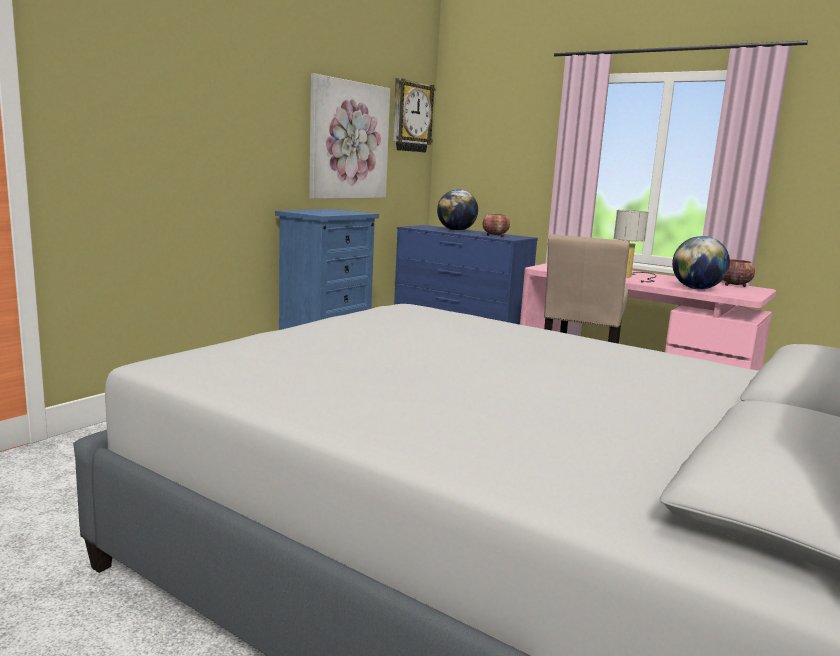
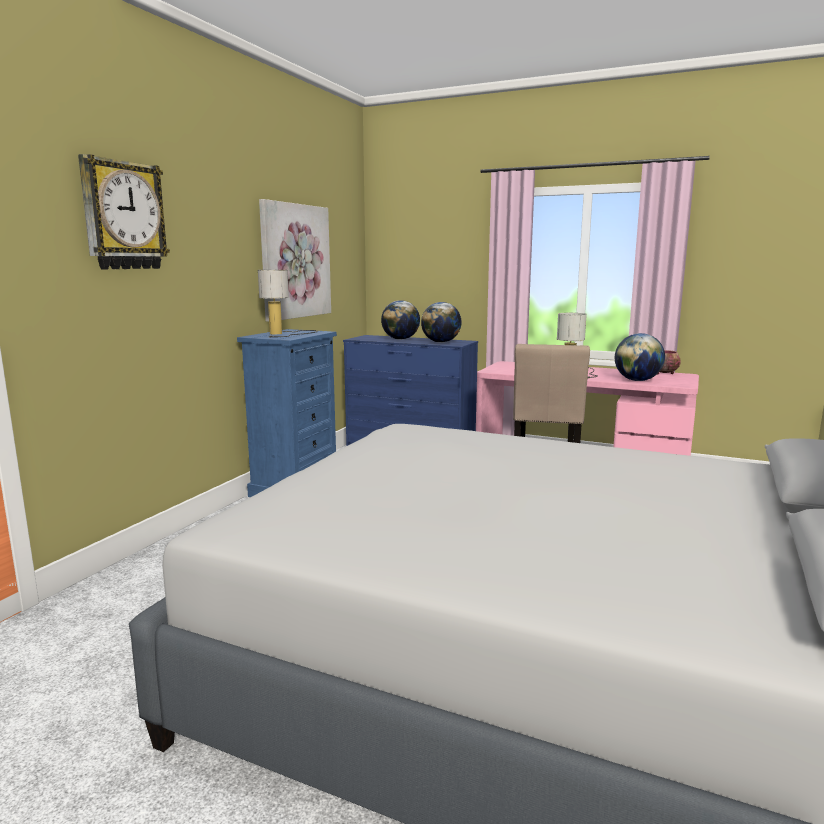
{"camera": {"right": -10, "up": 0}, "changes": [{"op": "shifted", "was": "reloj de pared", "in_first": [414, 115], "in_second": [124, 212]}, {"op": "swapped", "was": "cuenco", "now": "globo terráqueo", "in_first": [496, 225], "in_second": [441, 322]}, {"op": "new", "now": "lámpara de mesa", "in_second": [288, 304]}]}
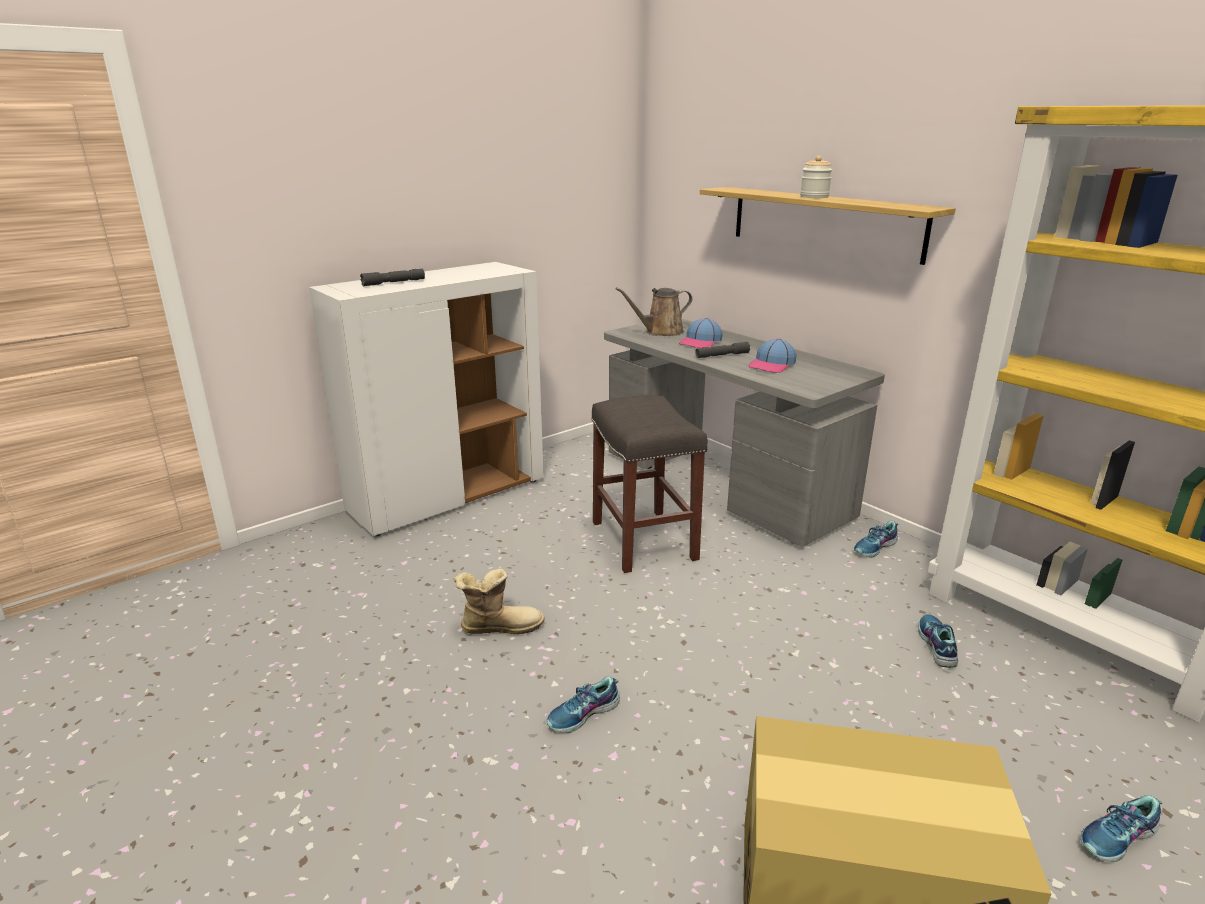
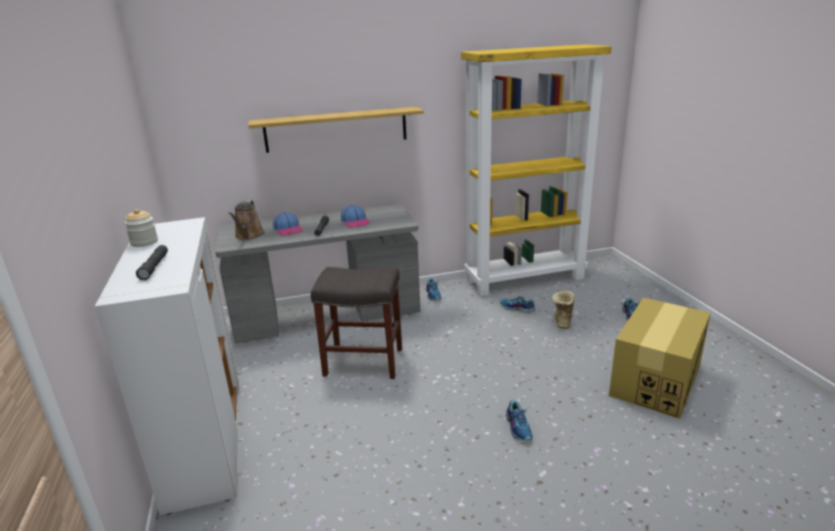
{"camera": {"right": -65, "up": 0}, "changes": [{"op": "shifted", "was": "tarro", "in_first": [816, 177], "in_second": [141, 228]}, {"op": "shifted", "was": "bota", "in_first": [499, 601], "in_second": [563, 310]}]}
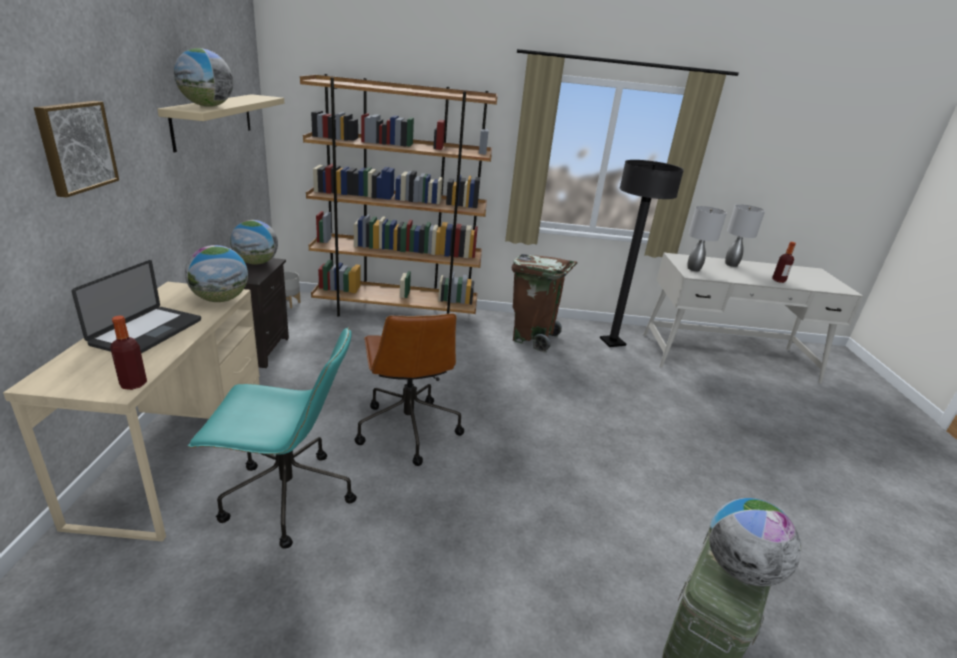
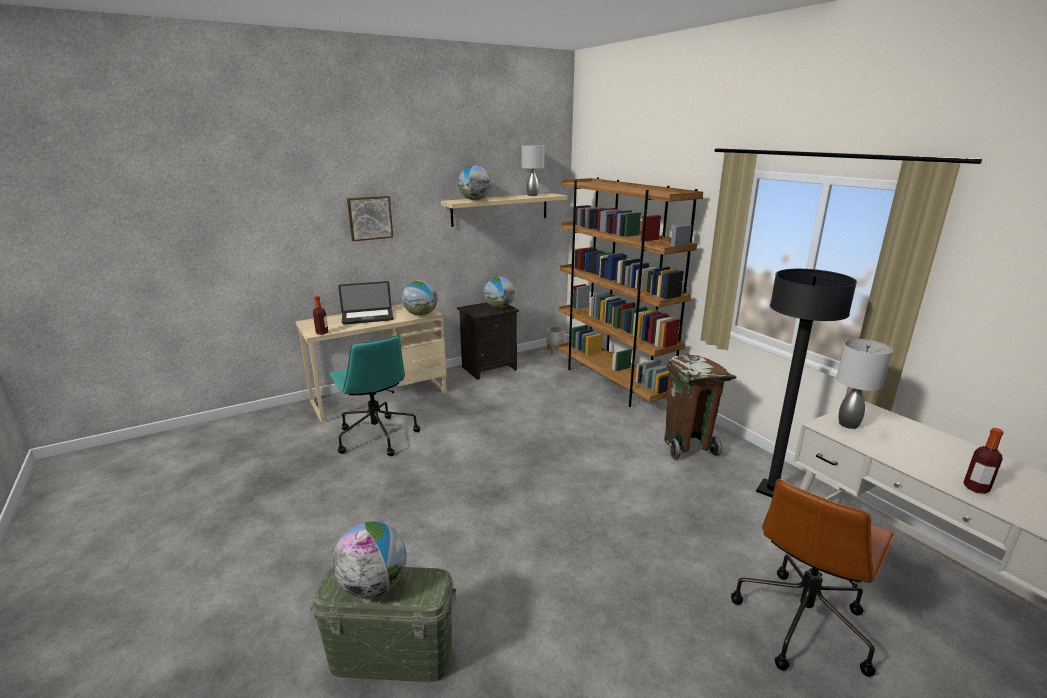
{"camera": {"right": 60, "up": -5}, "changes": [{"op": "shifted", "was": "lámpara de mesa/gris", "in_first": [745, 235], "in_second": [533, 170]}, {"op": "shifted", "was": "silla de oficina/marrón", "in_first": [409, 389], "in_second": [813, 578]}]}
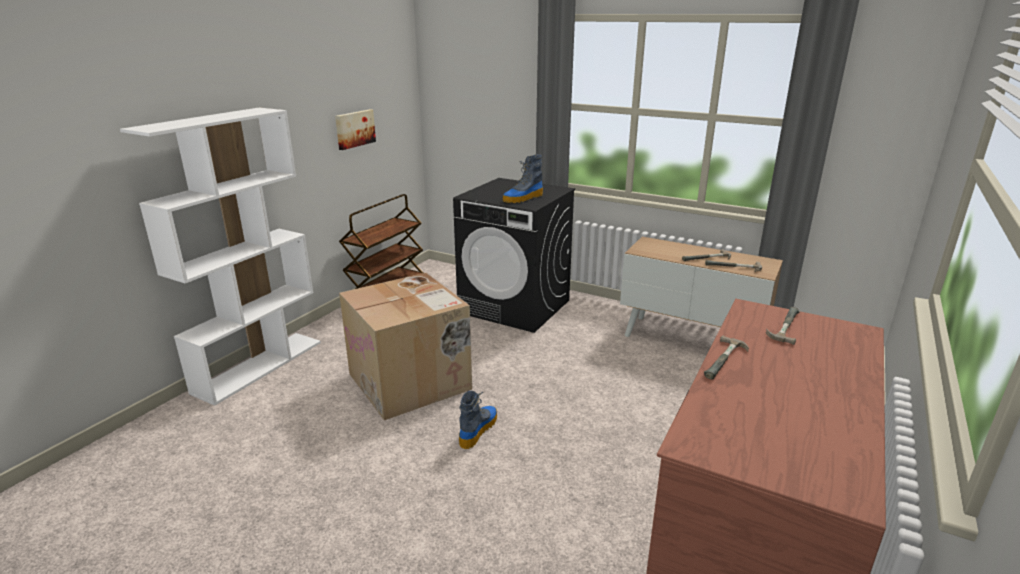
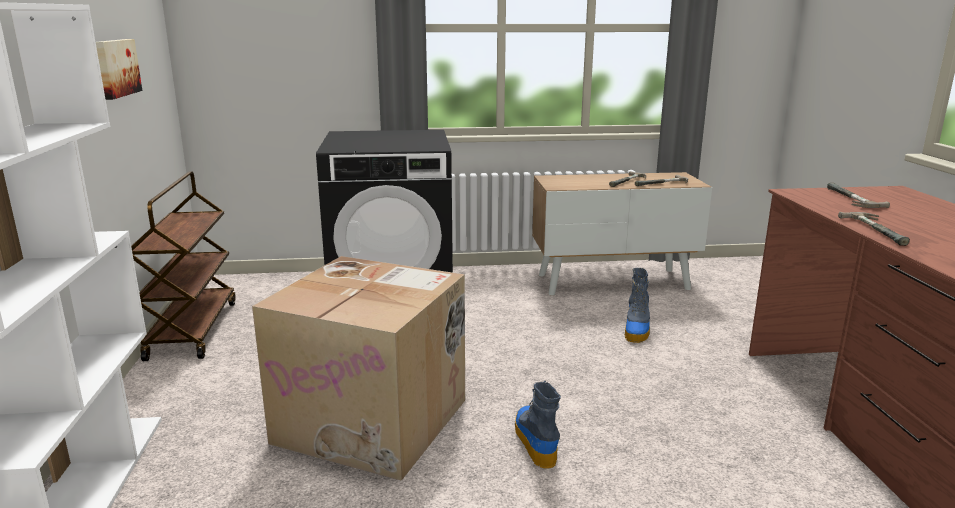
{"camera": {"right": -35, "up": -5}, "changes": [{"op": "shifted", "was": "bota", "in_first": [523, 178], "in_second": [637, 305]}]}
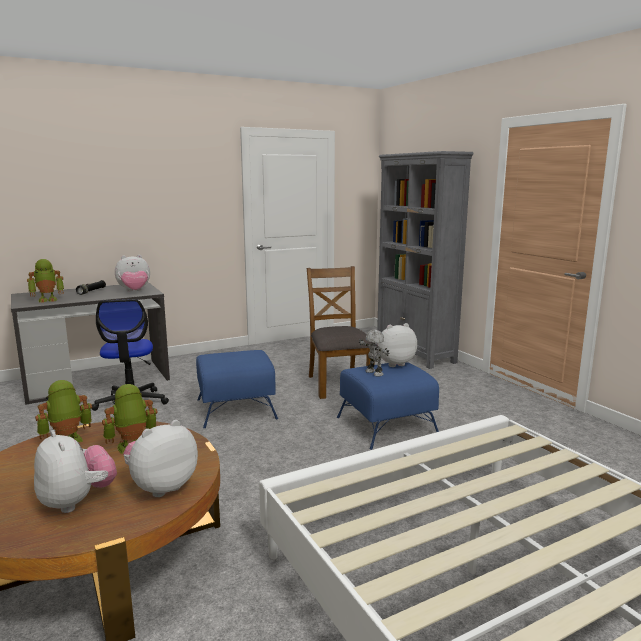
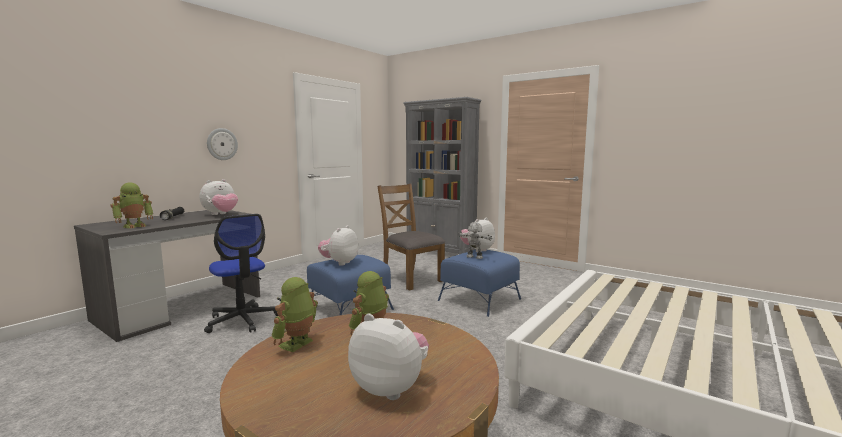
{"camera": {"right": -25, "up": -5}, "changes": [{"op": "shifted", "was": "peluche", "in_first": [160, 458], "in_second": [338, 245]}, {"op": "new", "now": "reloj de pared", "in_second": [222, 144]}]}
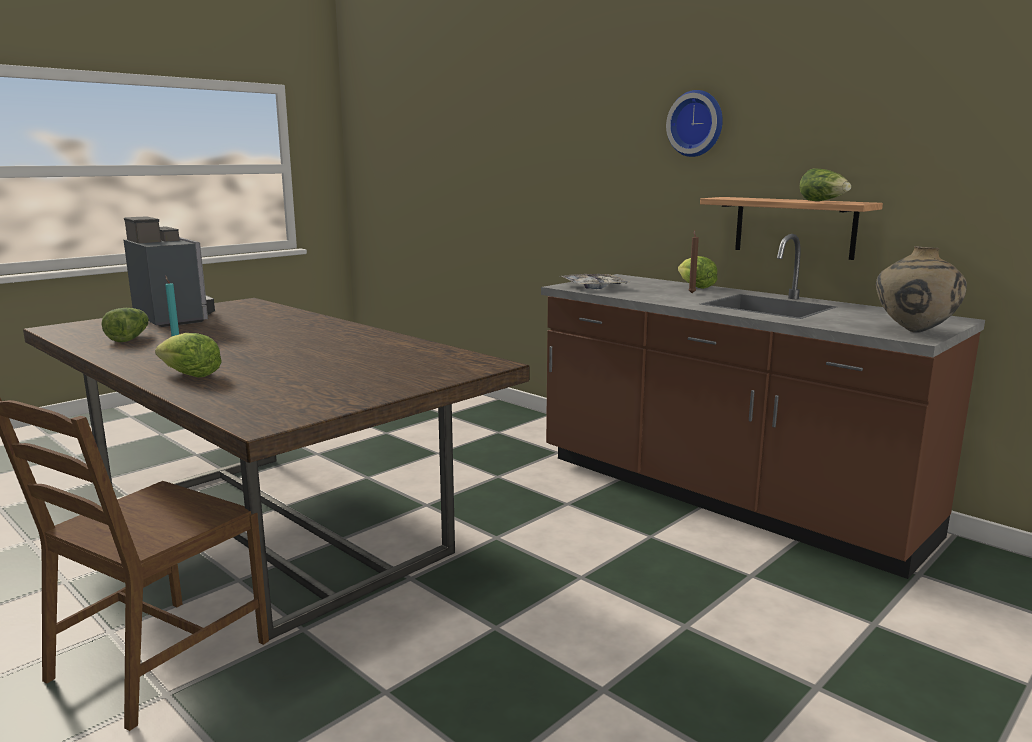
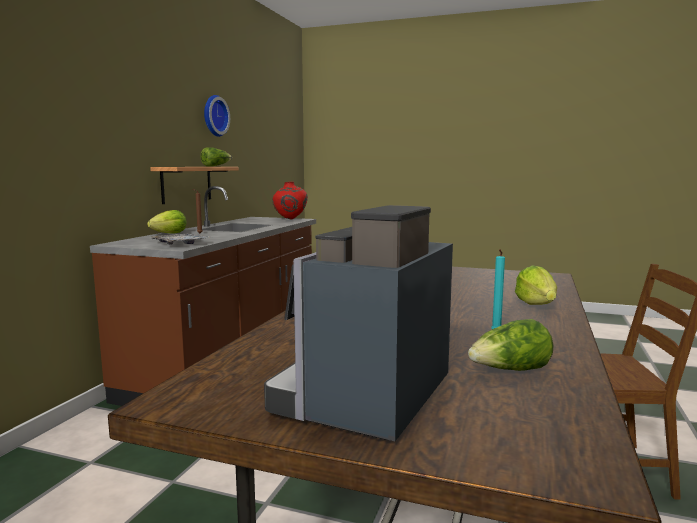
{"camera": {"right": -115, "up": -5}, "changes": [{"op": "shifted", "was": "reloj de pared", "in_first": [694, 123], "in_second": [217, 116]}, {"op": "repainted", "was": "florero/beis", "now": "florero/rojo", "in_first": [921, 289], "in_second": [290, 200]}]}
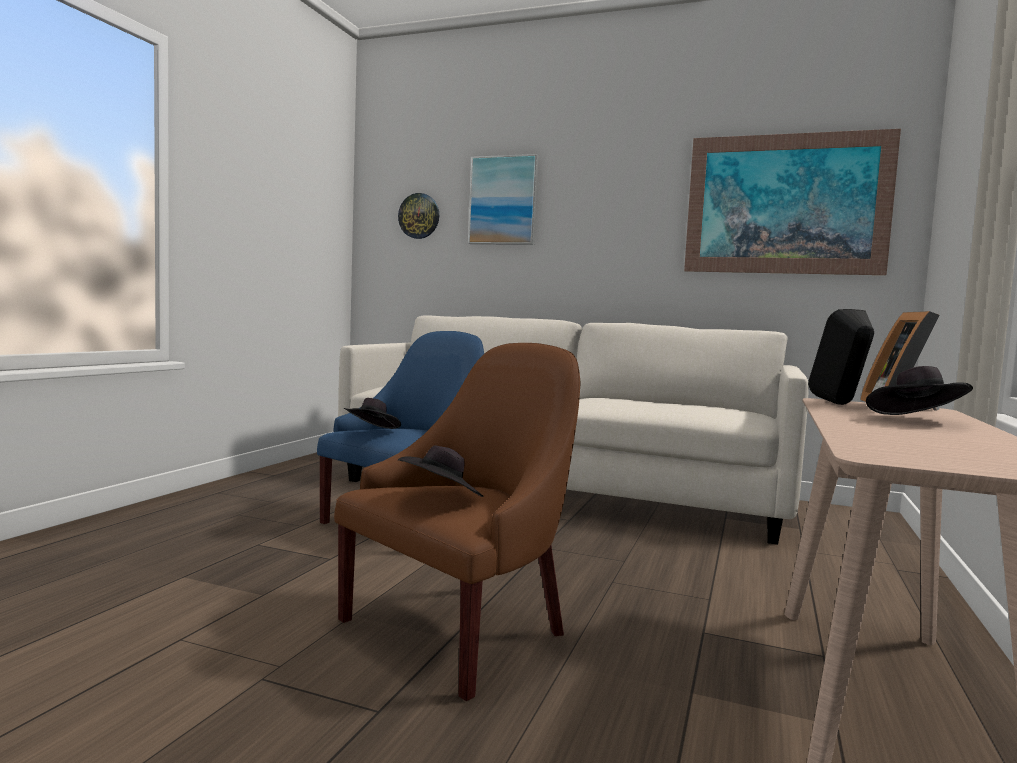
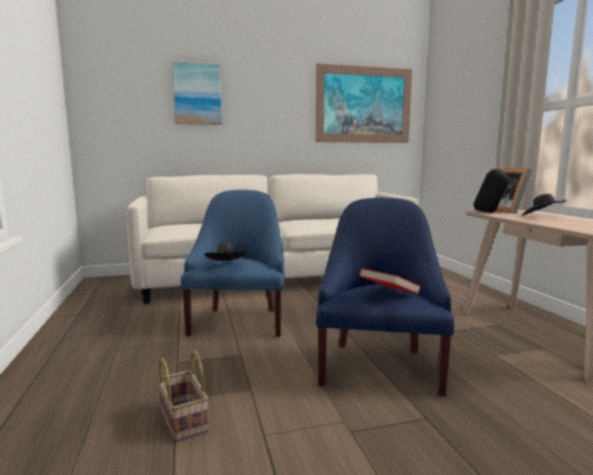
{"camera": {"right": -35, "up": 5}, "changes": [{"op": "gone", "was": "reloj de pared", "in_first": [418, 216]}, {"op": "repainted", "was": "sillón/marrón", "now": "sillón/azul", "in_first": [457, 522], "in_second": [385, 297]}, {"op": "swapped", "was": "sombrero/negro", "now": "libro/rojo", "in_first": [440, 471], "in_second": [390, 281]}, {"op": "new", "now": "cesta", "in_second": [183, 396]}]}
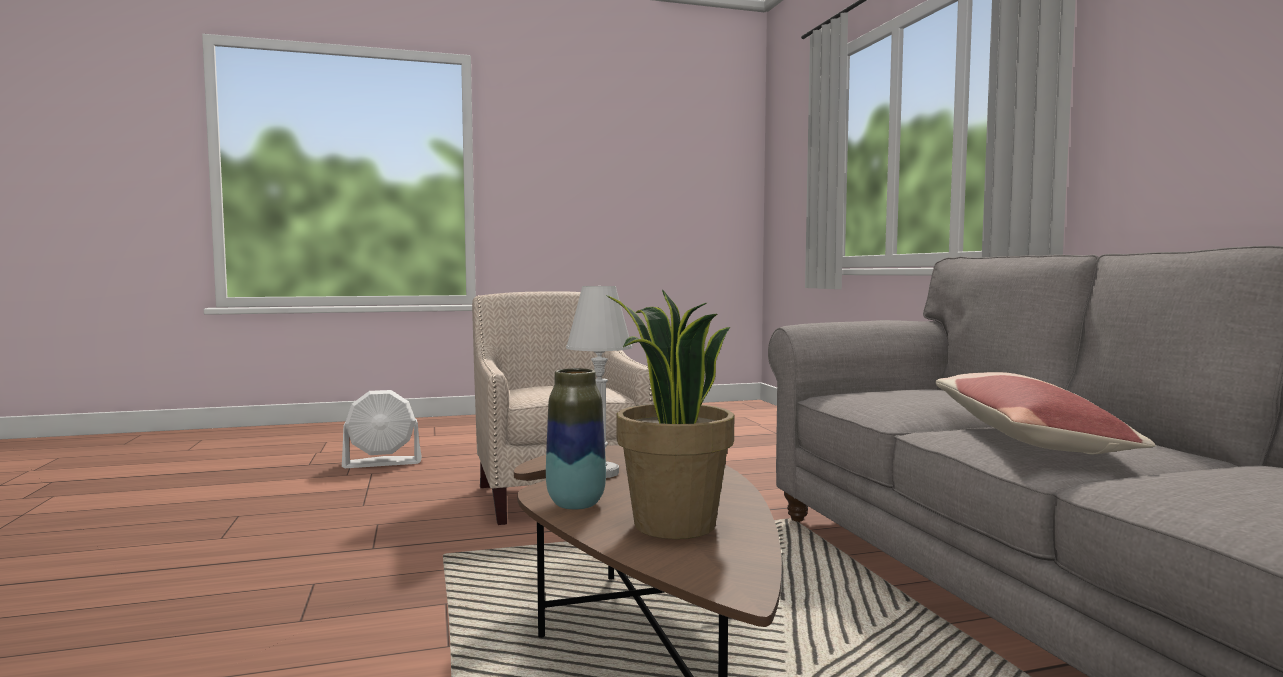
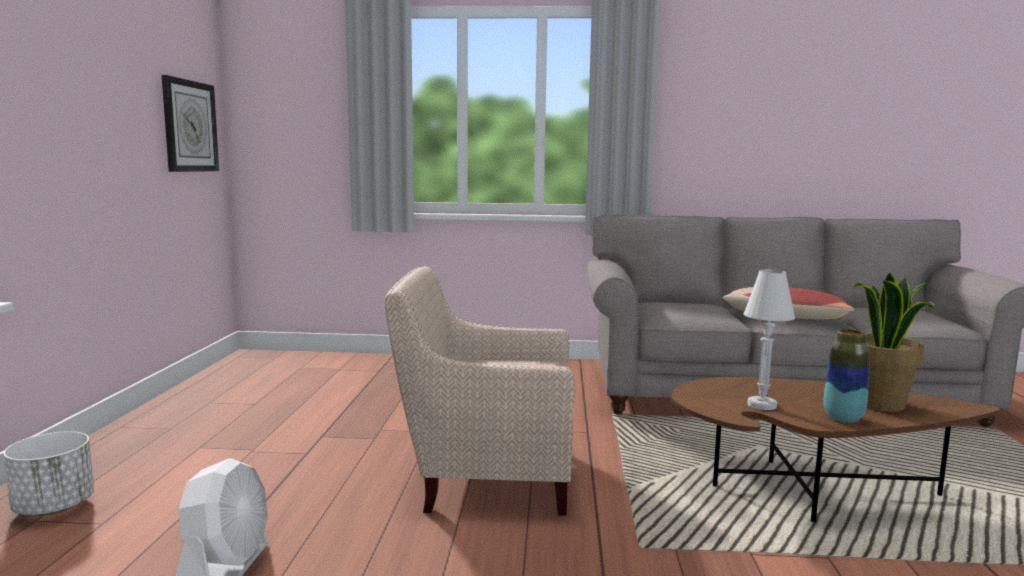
{"camera": {"right": -70, "up": 5}, "changes": [{"op": "new", "now": "reloj de pared", "in_second": [190, 123]}, {"op": "new", "now": "maceta/blanco", "in_second": [48, 473]}]}
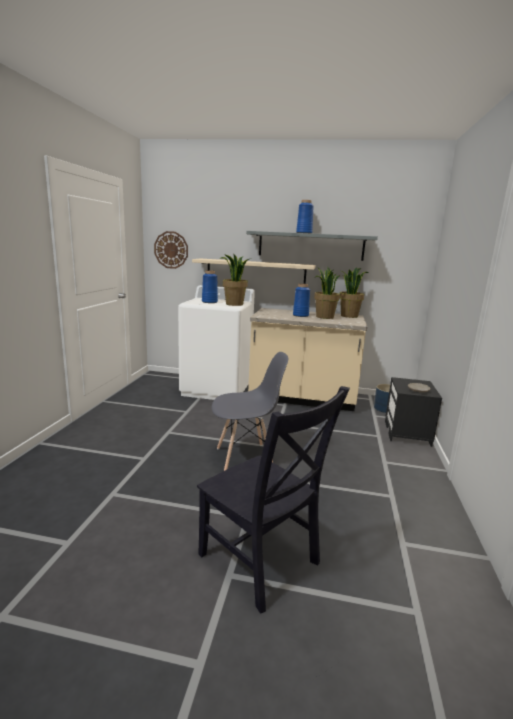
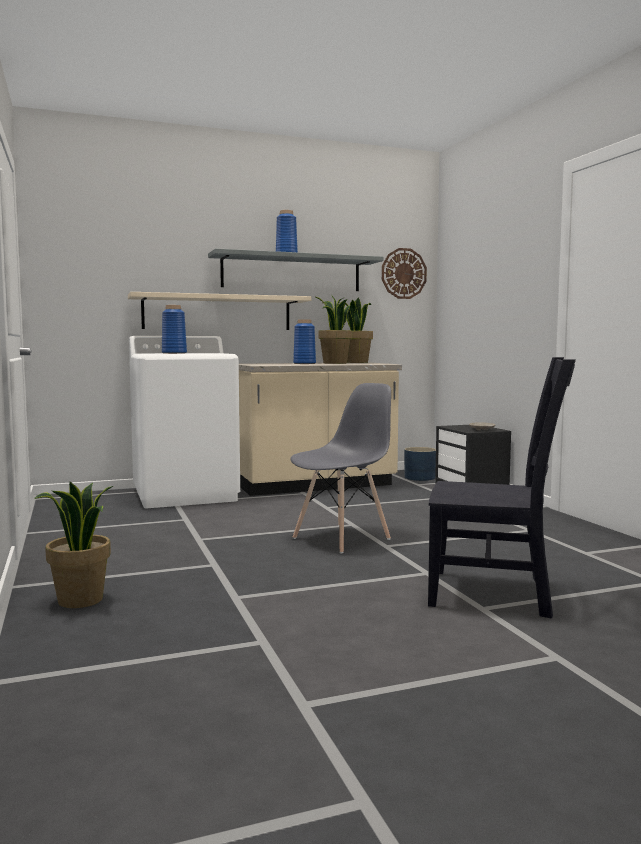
{"camera": {"right": -30, "up": -10}, "changes": [{"op": "shifted", "was": "reloj de pared", "in_first": [171, 250], "in_second": [404, 273]}, {"op": "shifted", "was": "planta en maceta", "in_first": [236, 279], "in_second": [73, 545]}]}
